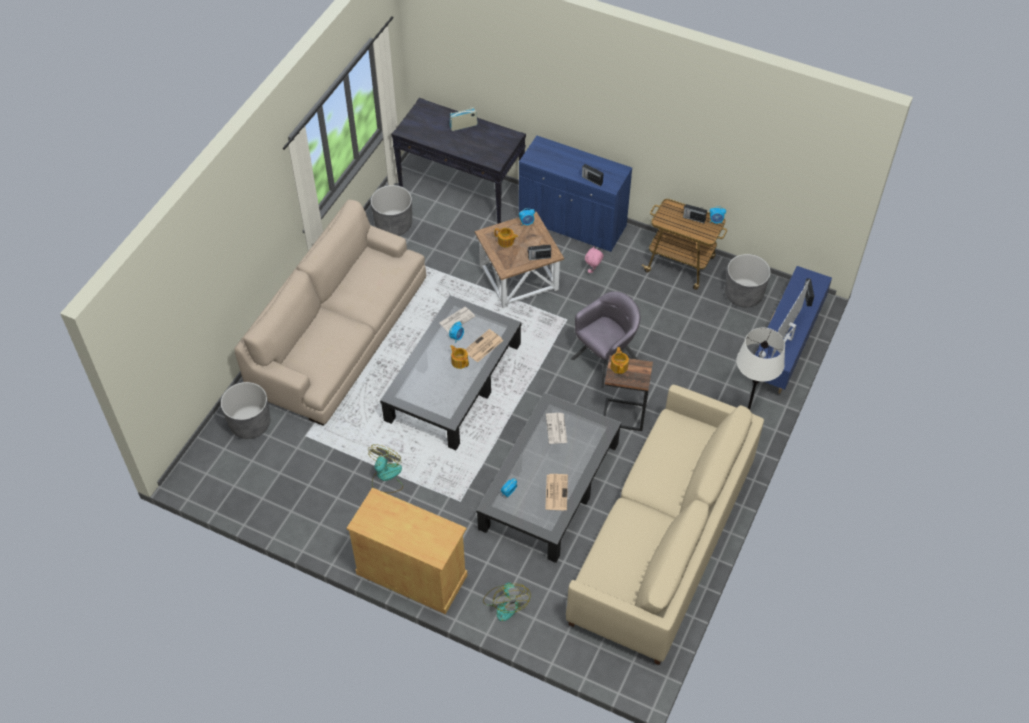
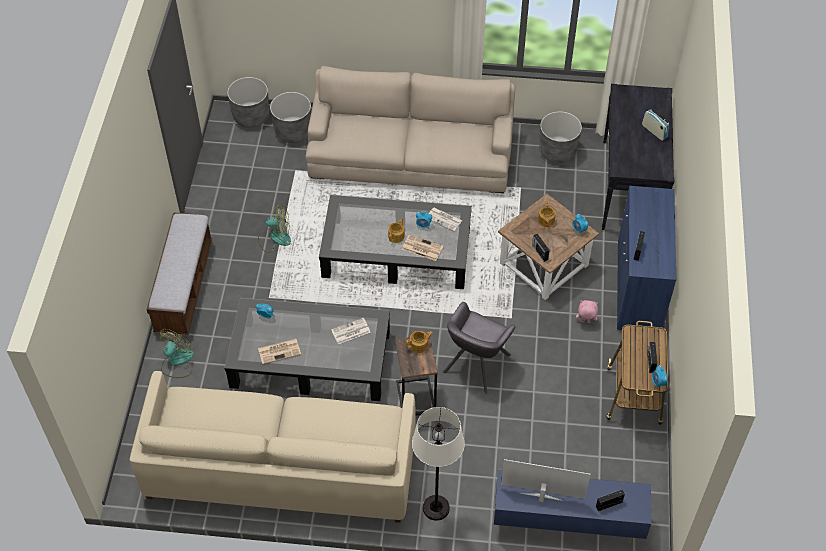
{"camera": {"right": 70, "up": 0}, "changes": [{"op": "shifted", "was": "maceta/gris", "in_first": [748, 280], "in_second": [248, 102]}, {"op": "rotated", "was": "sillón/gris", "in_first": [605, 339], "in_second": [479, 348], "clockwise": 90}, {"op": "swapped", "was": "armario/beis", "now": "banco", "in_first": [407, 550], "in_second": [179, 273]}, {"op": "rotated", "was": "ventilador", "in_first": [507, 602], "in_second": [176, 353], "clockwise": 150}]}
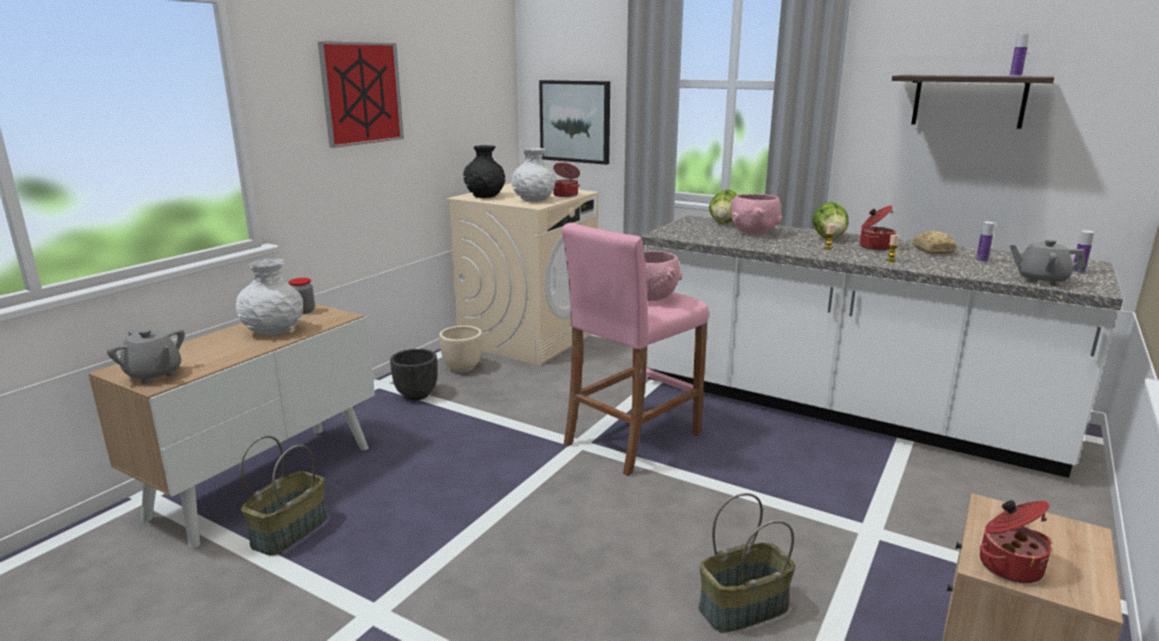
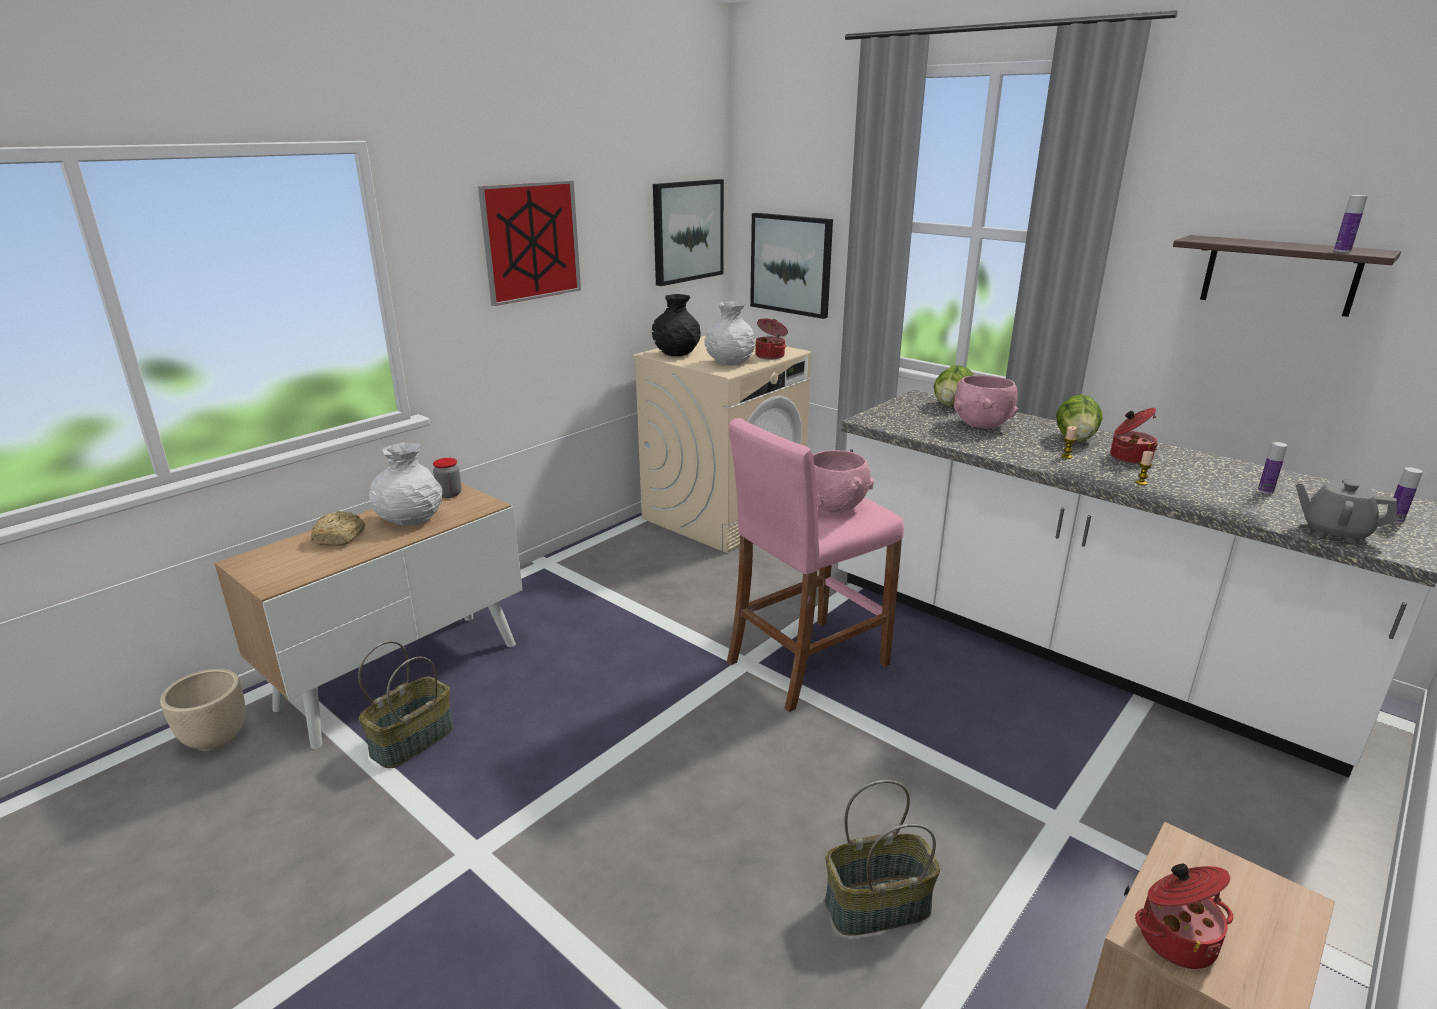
{"camera": {"right": 10, "up": 5}, "changes": [{"op": "shifted", "was": "pan", "in_first": [934, 242], "in_second": [338, 528]}, {"op": "shifted", "was": "maceta/beis", "in_first": [460, 349], "in_second": [203, 710]}, {"op": "gone", "was": "tetera/gris", "in_first": [146, 356]}, {"op": "gone", "was": "maceta/negro", "in_first": [414, 374]}, {"op": "new", "now": "cuadro", "in_second": [688, 232]}]}
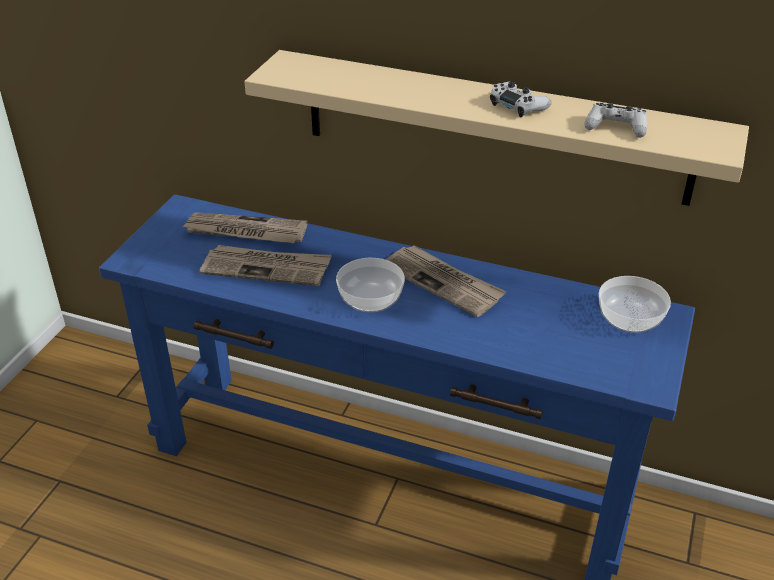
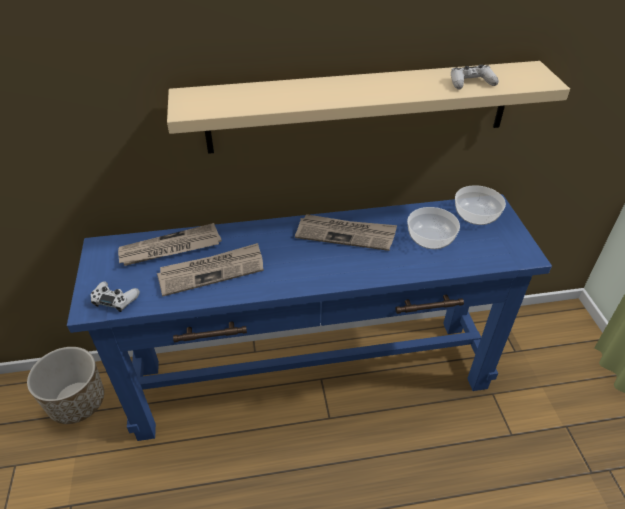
{"camera": {"right": -30, "up": 5}, "changes": [{"op": "shifted", "was": "mando de consola/blanco", "in_first": [521, 99], "in_second": [115, 296]}, {"op": "shifted", "was": "cuenco", "in_first": [370, 285], "in_second": [433, 228]}, {"op": "new", "now": "maceta", "in_second": [65, 385]}]}
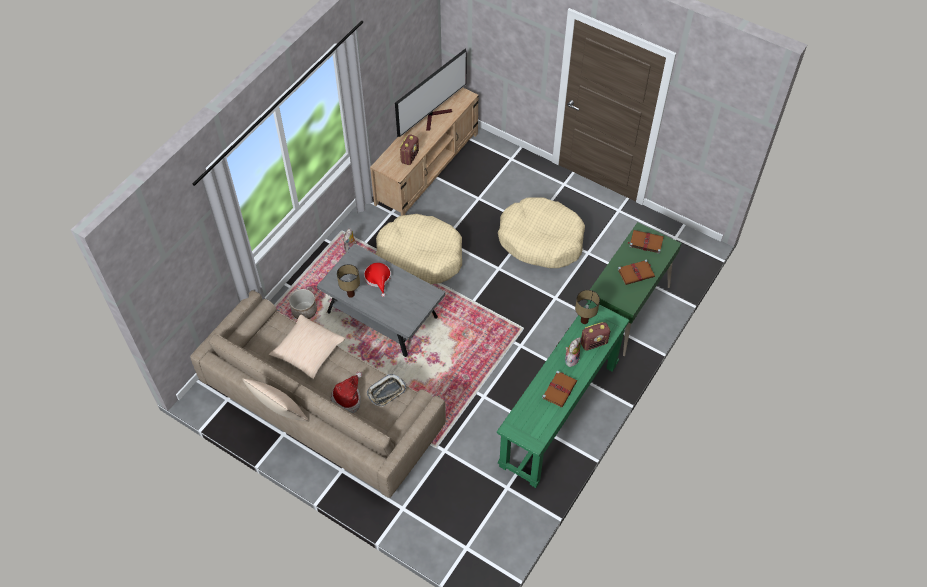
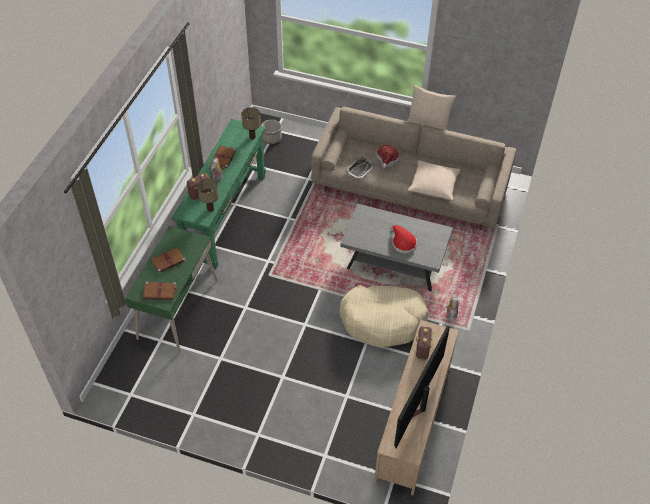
{"camera": {"right": 165, "up": -5}, "changes": [{"op": "gone", "was": "cama para perro/beis", "in_first": [541, 232]}, {"op": "shifted", "was": "lámpara de mesa", "in_first": [348, 281], "in_second": [251, 123]}, {"op": "shifted", "was": "maceta", "in_first": [303, 304], "in_second": [271, 132]}]}
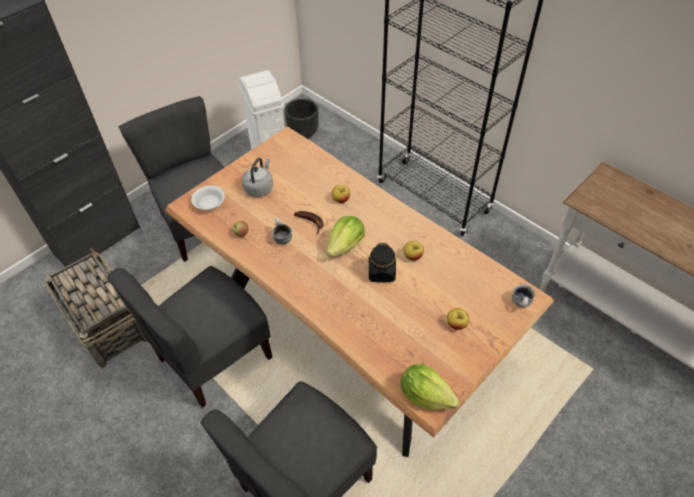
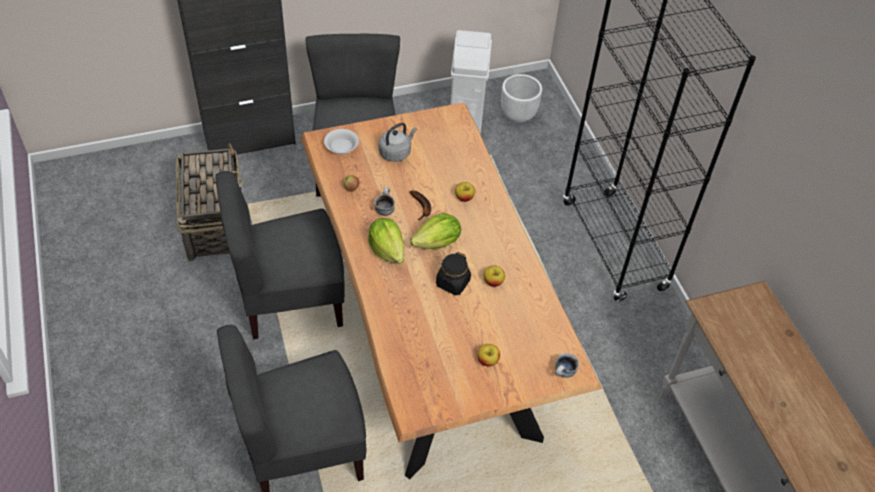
{"camera": {"right": 25, "up": 0}, "changes": [{"op": "repainted", "was": "maceta/negro", "now": "maceta/blanco", "in_first": [302, 119], "in_second": [521, 98]}, {"op": "shifted", "was": "lechuga", "in_first": [430, 387], "in_second": [386, 241]}]}
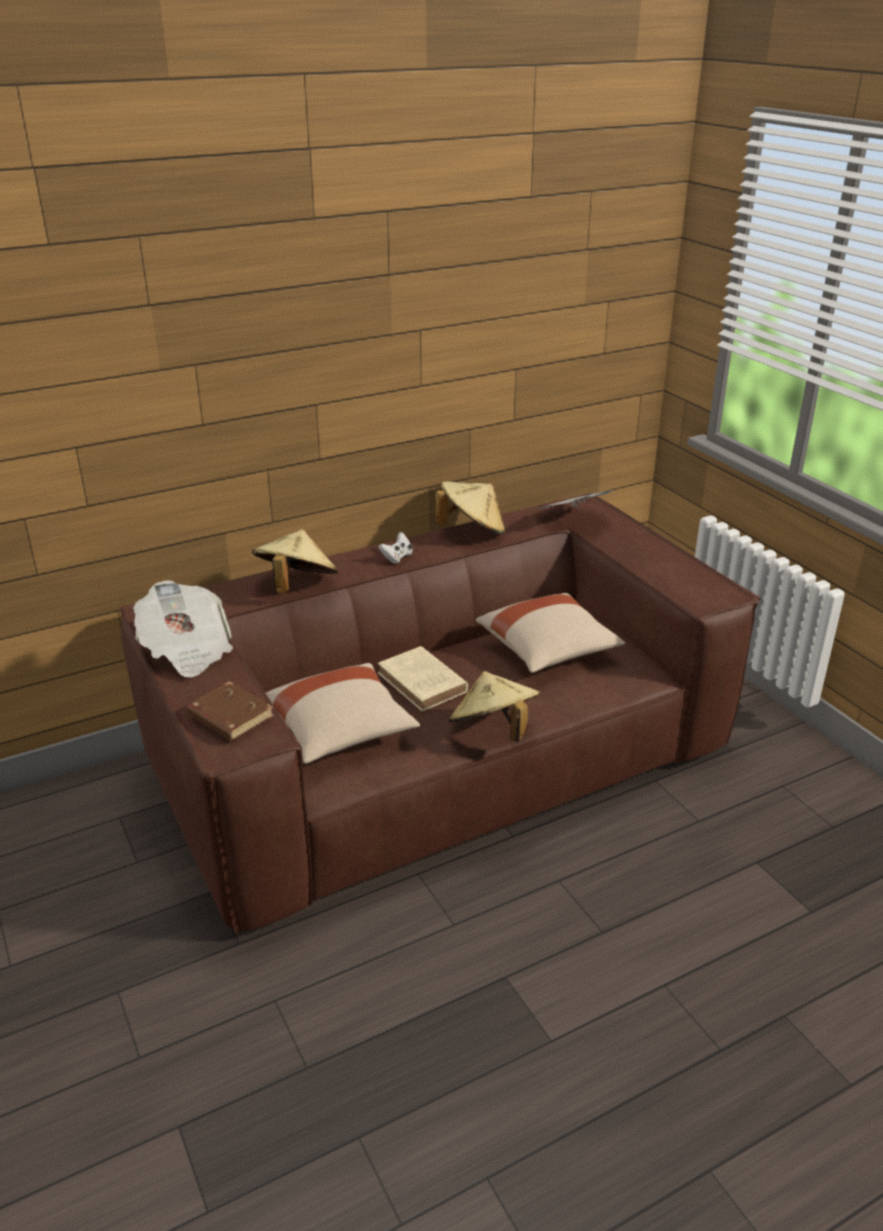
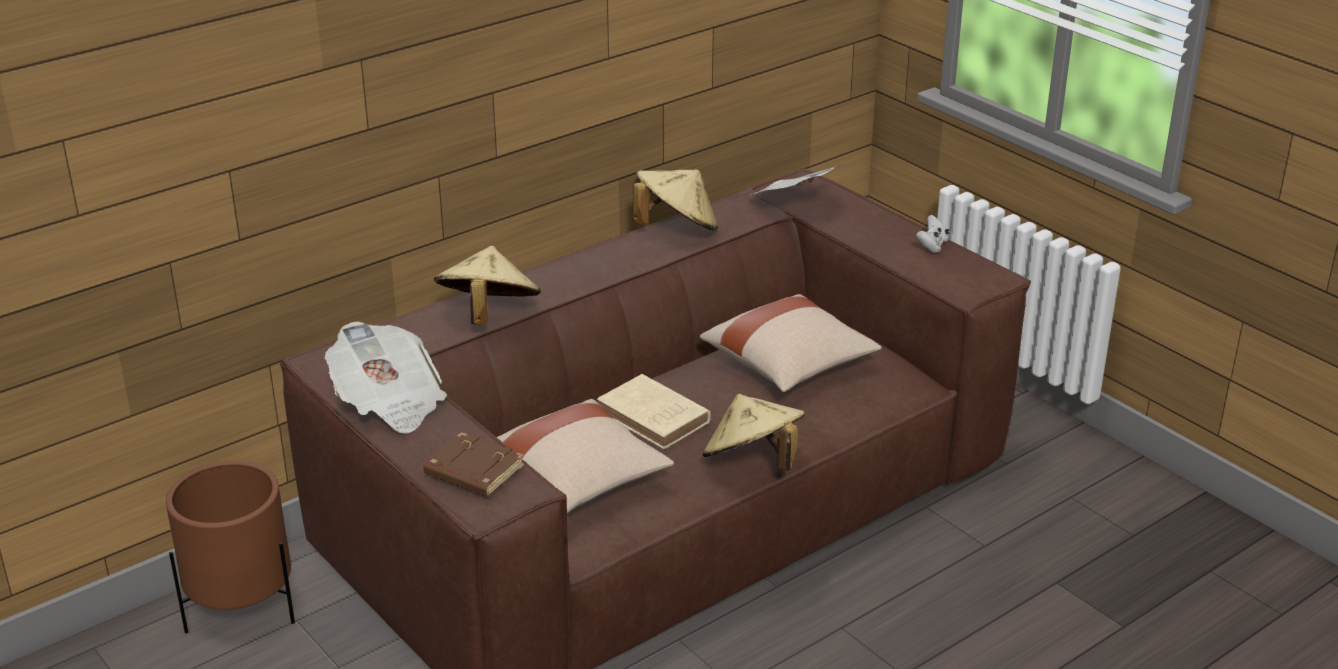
{"camera": {"right": -10, "up": 0}, "changes": [{"op": "shifted", "was": "mando de consola/blanco", "in_first": [396, 548], "in_second": [933, 234]}, {"op": "new", "now": "maceta/marrón", "in_second": [230, 547]}]}
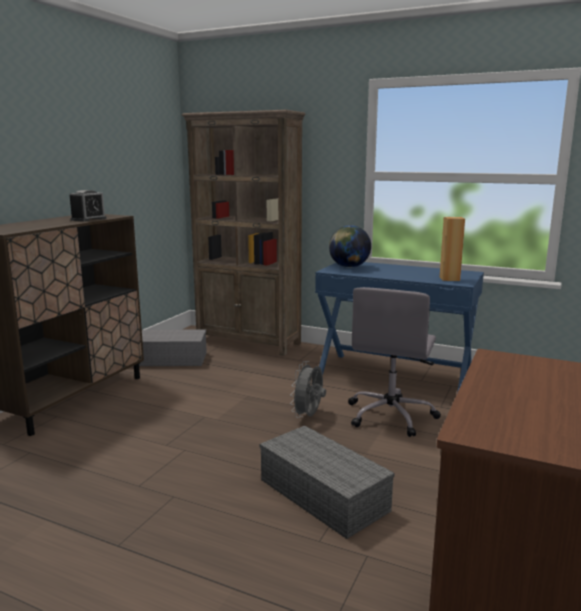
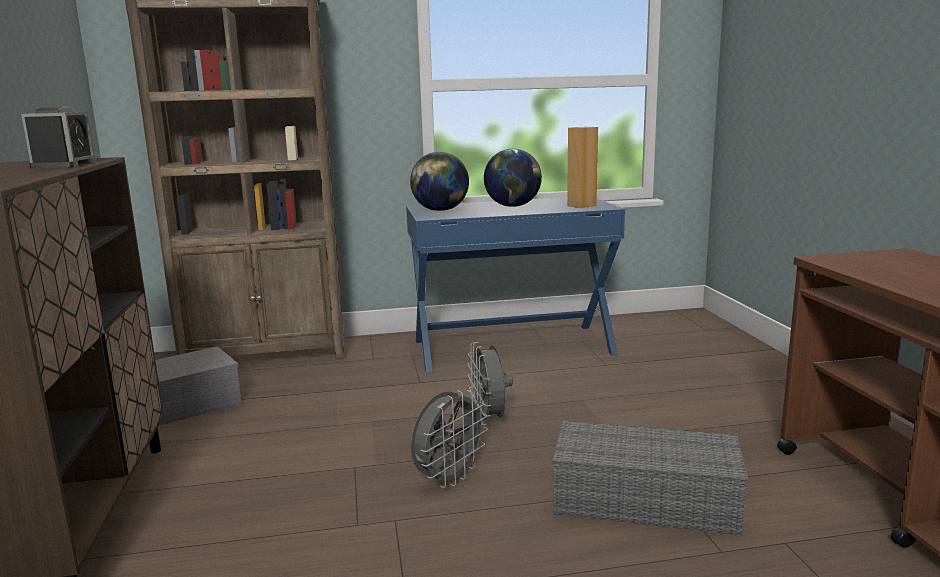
{"camera": {"right": -35, "up": 0}, "changes": [{"op": "gone", "was": "silla de oficina/gris", "in_first": [394, 362]}, {"op": "new", "now": "globo terráqueo", "in_second": [513, 178]}, {"op": "new", "now": "ventilador/gris", "in_second": [449, 439]}]}
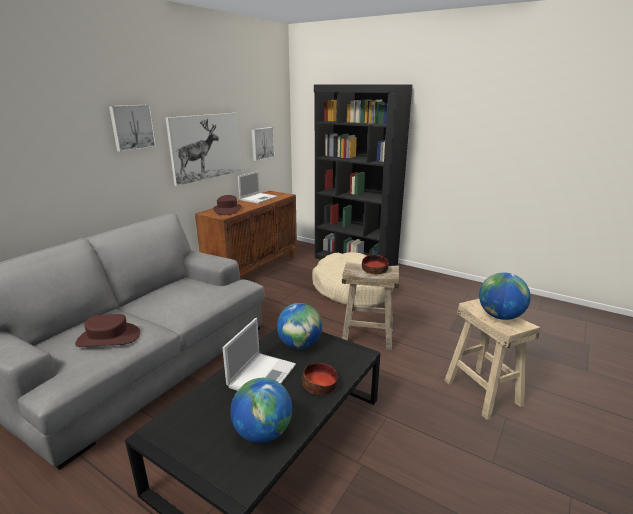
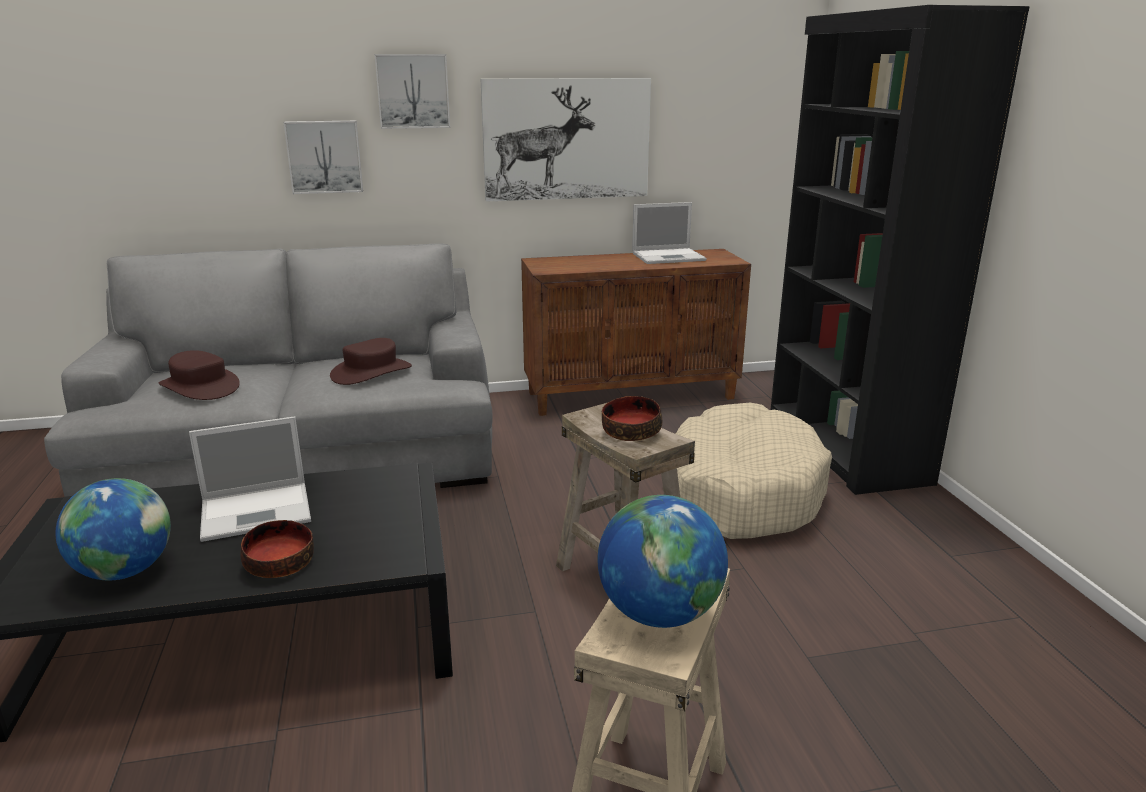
{"camera": {"right": 45, "up": 0}, "changes": [{"op": "shifted", "was": "cuadro", "in_first": [263, 144], "in_second": [323, 157]}, {"op": "shifted", "was": "sombrero/marrón", "in_first": [227, 205], "in_second": [371, 361]}, {"op": "gone", "was": "globo terráqueo", "in_first": [299, 326]}]}
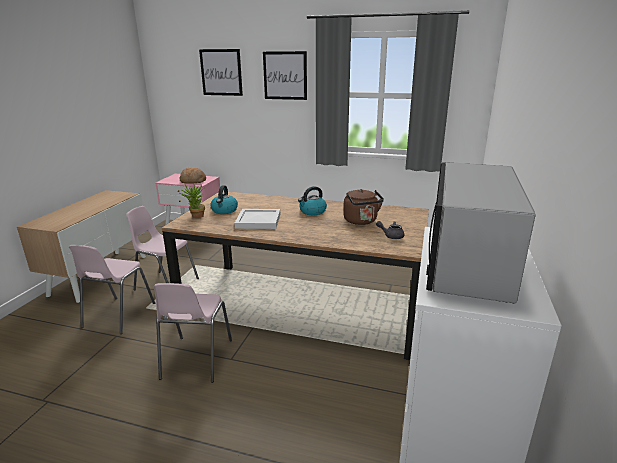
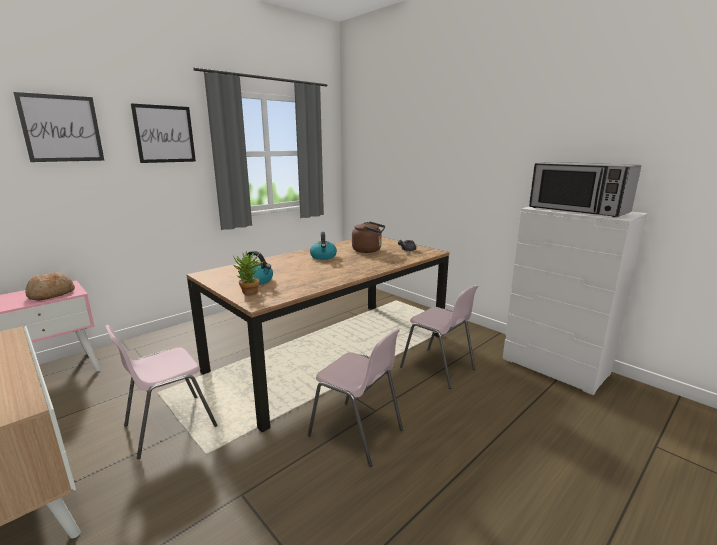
{"camera": {"right": -60, "up": -5}, "changes": [{"op": "gone", "was": "bandeja/blanco", "in_first": [257, 219]}, {"op": "shifted", "was": "silla/rosa", "in_first": [112, 289], "in_second": [439, 337]}]}
